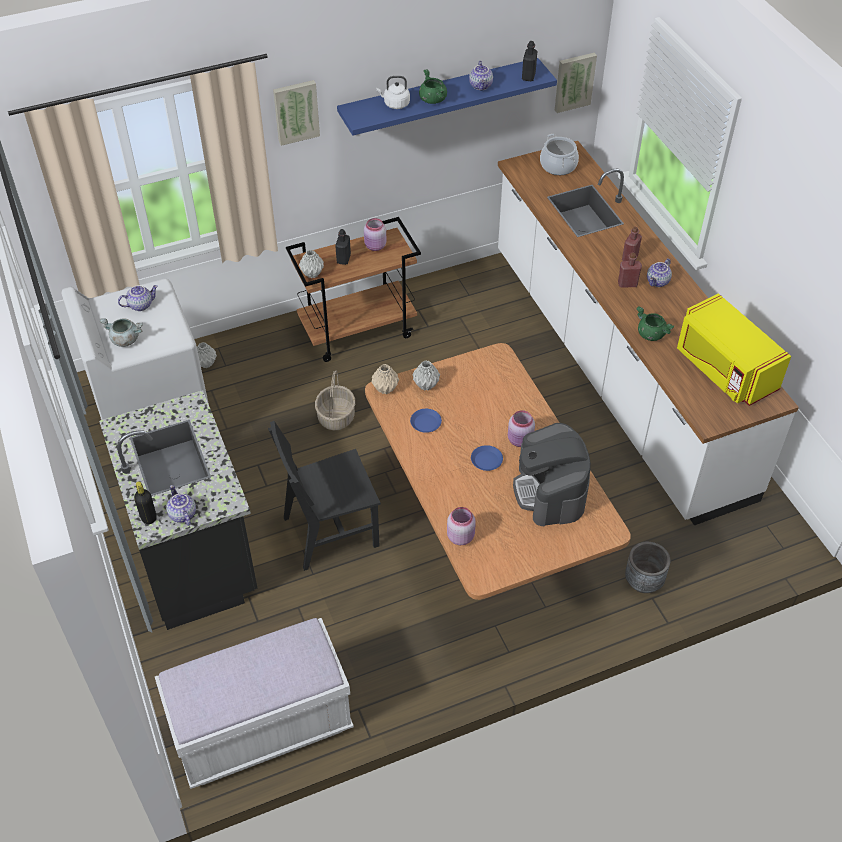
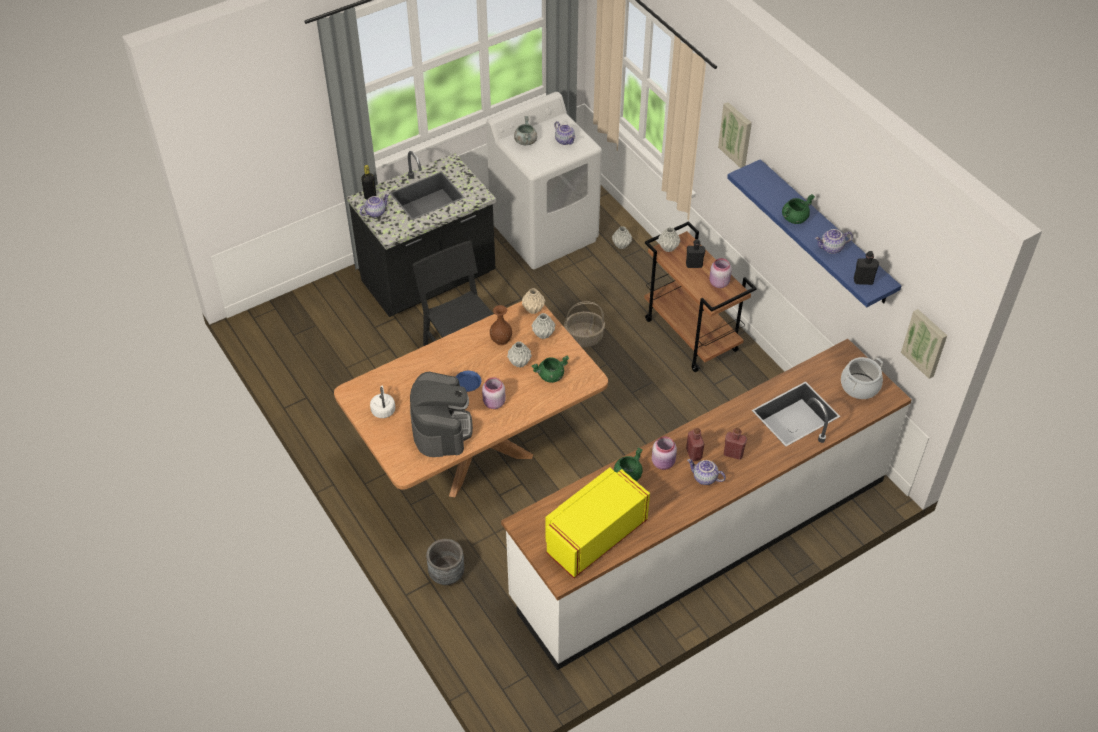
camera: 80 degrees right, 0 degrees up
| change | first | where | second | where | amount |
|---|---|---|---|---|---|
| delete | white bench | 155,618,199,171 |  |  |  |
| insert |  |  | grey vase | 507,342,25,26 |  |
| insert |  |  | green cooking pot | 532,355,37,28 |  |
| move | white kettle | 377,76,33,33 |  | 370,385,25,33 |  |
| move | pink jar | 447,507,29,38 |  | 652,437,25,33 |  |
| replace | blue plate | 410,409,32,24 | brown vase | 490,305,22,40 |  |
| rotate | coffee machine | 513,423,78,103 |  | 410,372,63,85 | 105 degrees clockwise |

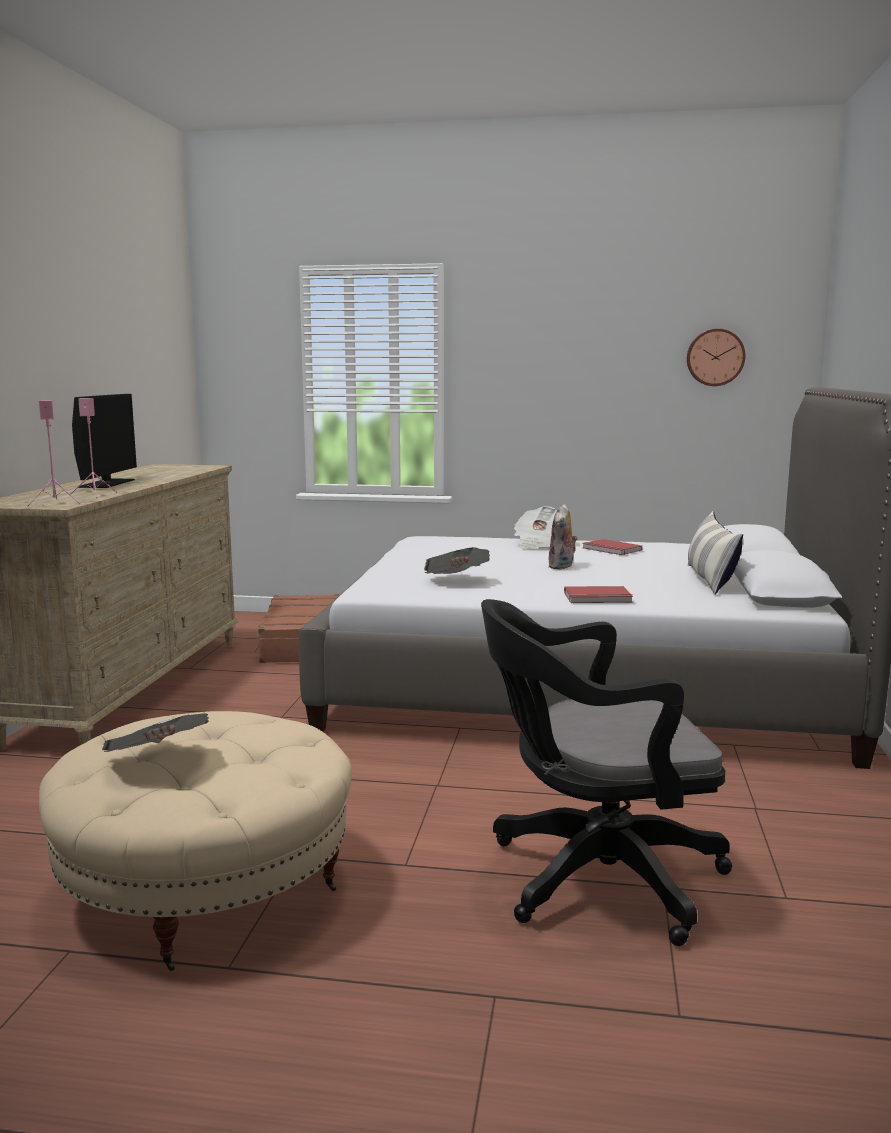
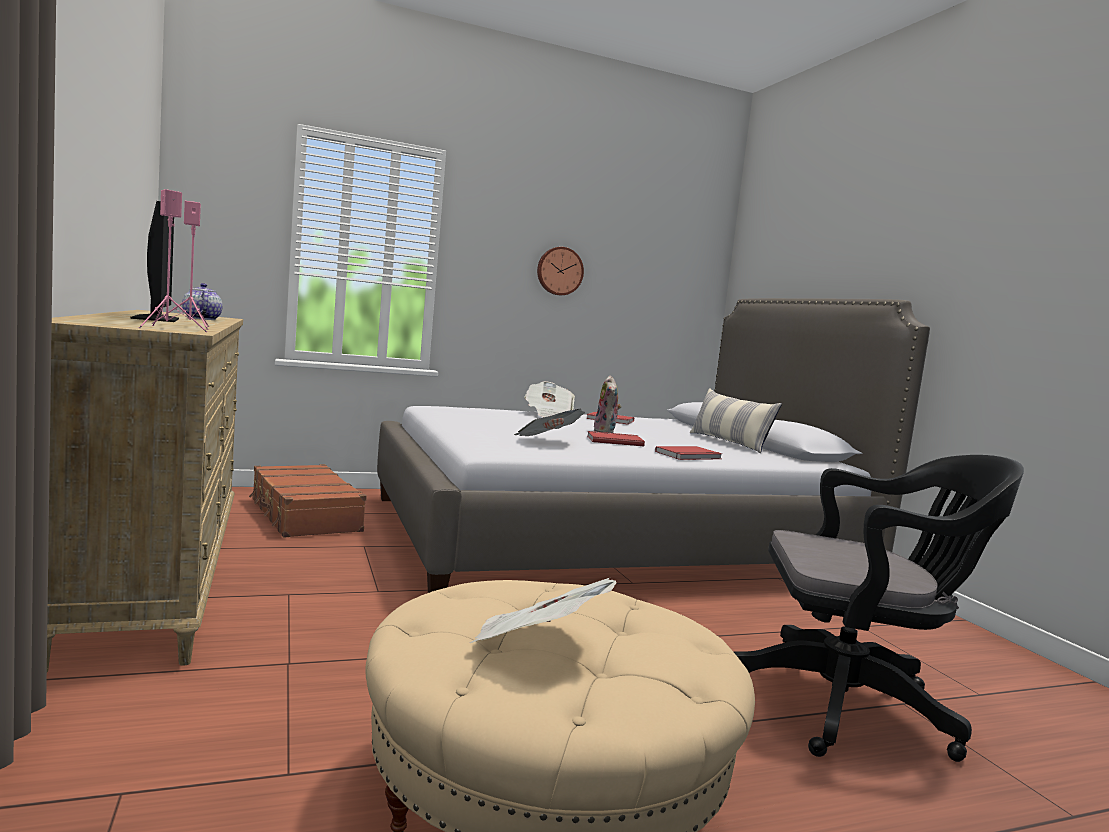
camera: 30 degrees left, 5 degrees down
| change | first | where | second | where | amount |
|---|---|---|---|---|---|
| insert |  |  | teapot | 182,283,41,37 |  |
| insert |  |  | red book | 587,431,58,15 |  |
| move | wall clock | 687,328,59,58 |  | 537,247,47,48 |  |
| rotate | black office chair | 481,599,251,347 |  | 733,455,291,307 | 135 degrees counterclockwise |

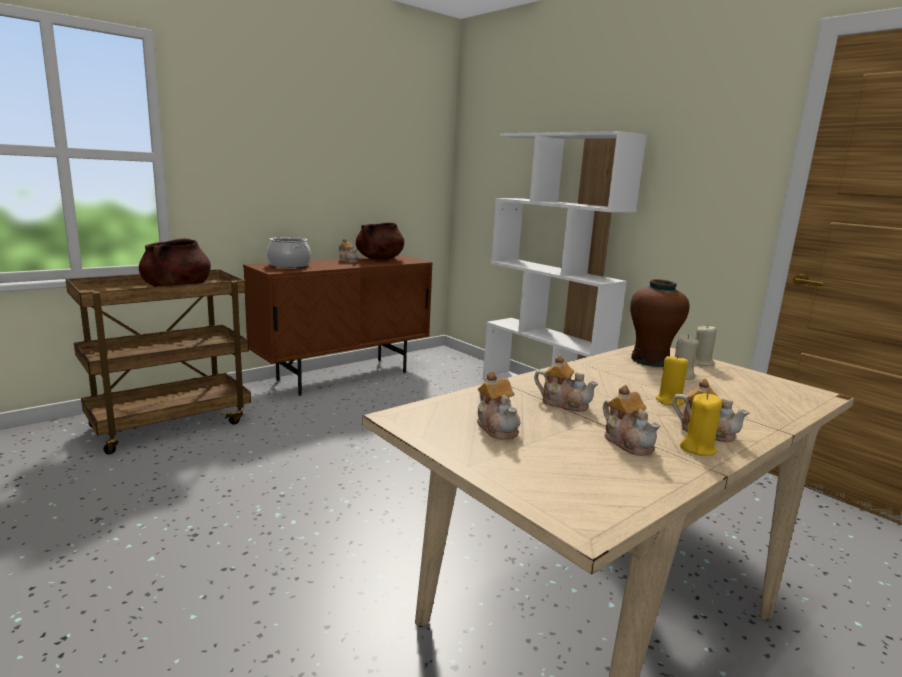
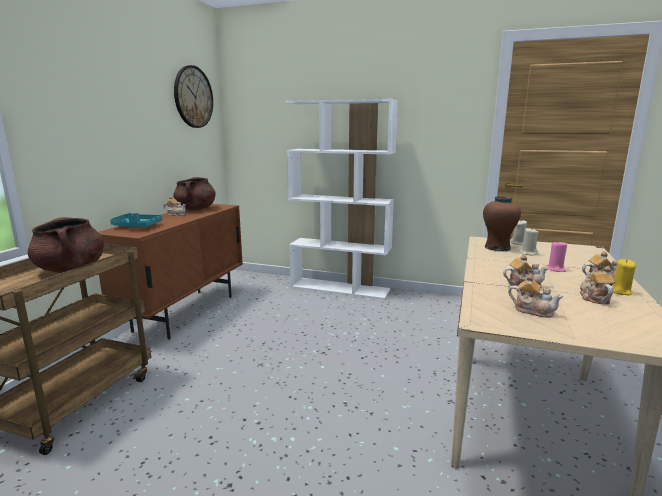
camera: 30 degrees left, 0 degrees up
| change | first | where | second | where | amount |
|---|---|---|---|---|---|
| insert |  |  | wall clock | 174,65,39,63 |  |
| replace | cooking pot | 267,237,44,31 | turquoise tray | 110,213,52,15 |  |
| recolor | yellow candle | 656,354,32,53 | pink candle | 546,242,21,30 |  |
| rotate | teapot | 603,385,57,71 |  | 580,266,35,38 | 120 degrees counterclockwise |

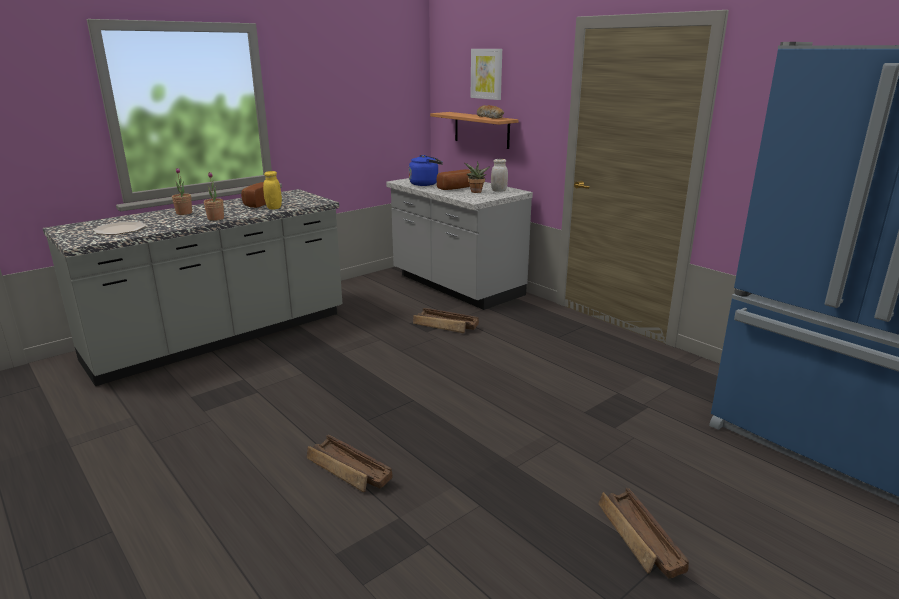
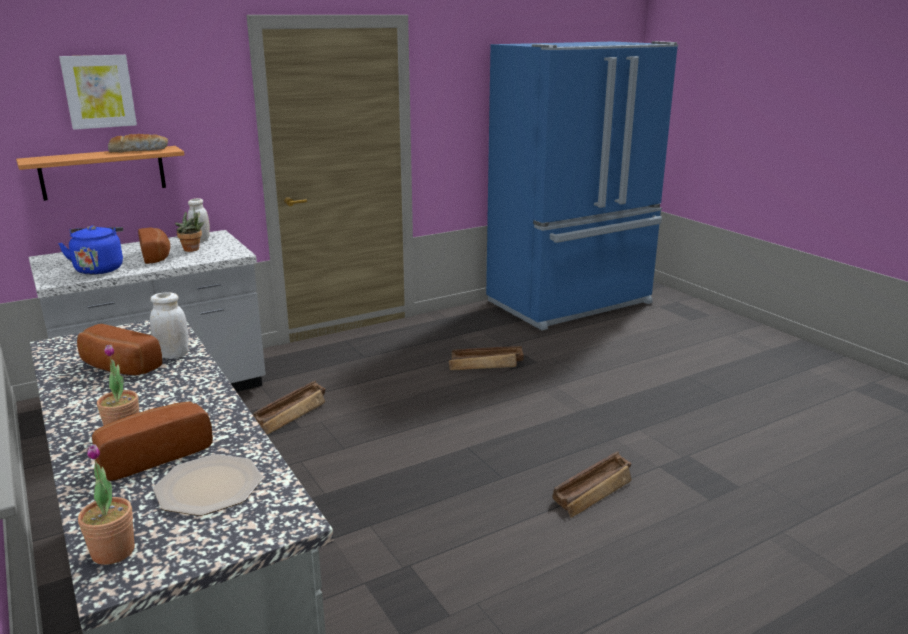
camera: 80 degrees left, 0 degrees up
| change | first | where | second | where | amount |
|---|---|---|---|---|---|
| insert |  |  | bread | 92,401,121,80 |  |
| move | potted plant | 204,172,20,49 |  | 78,444,57,121 |  |
| move | crate | 599,488,90,91 |  | 449,346,75,24 |  |
| recolor | yellow jar | 263,171,19,38 | white jar | 150,292,39,67 |  |

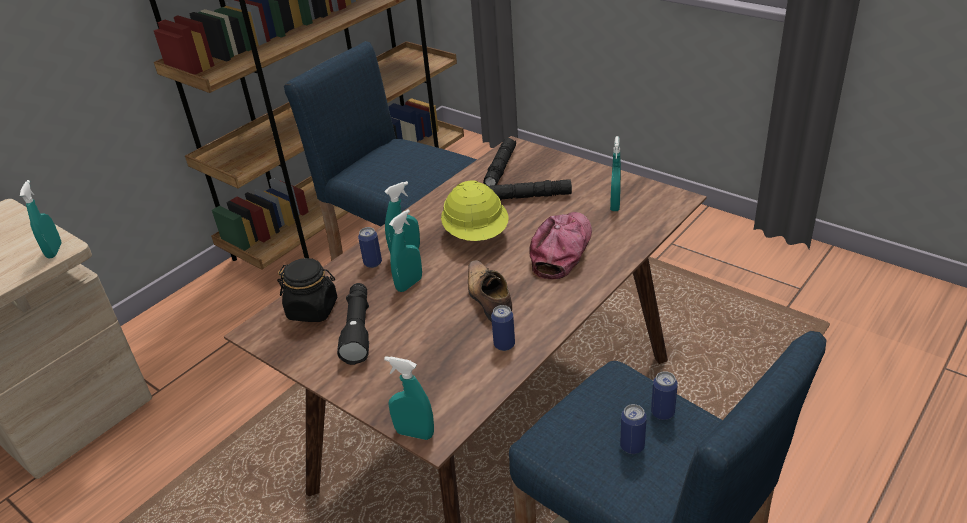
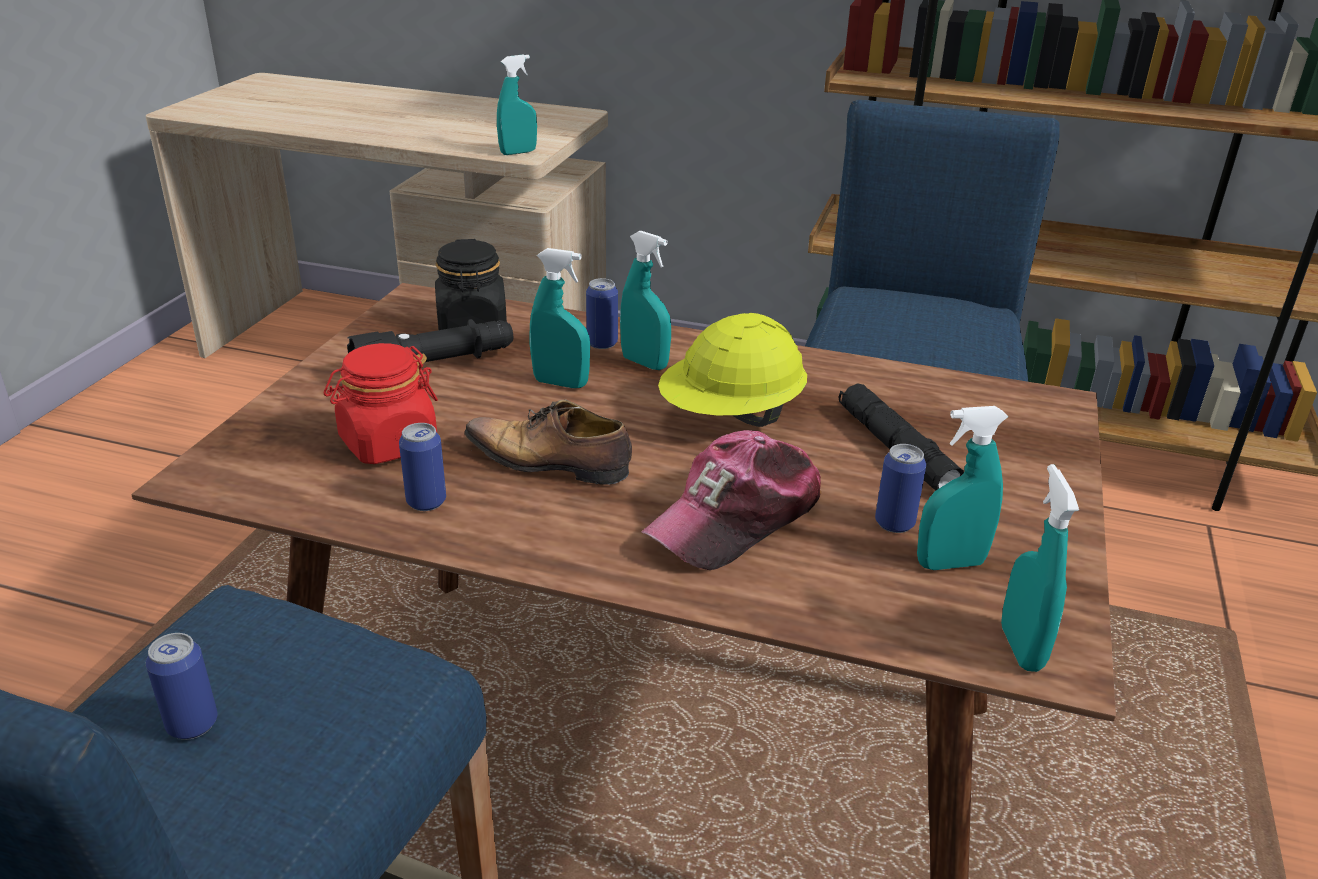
camera: 65 degrees right, 5 degrees down
| change | first | where | second | where | amount |
|---|---|---|---|---|---|
| delete | black flashlight | 483,138,33,49 |  |  |  |
| insert |  |  | red jar | 323,343,115,121 |  |
| move | turquoise spray bottle | 384,356,50,84 |  | 1001,464,78,208 |  |
| move | can | 651,371,27,49 |  | 875,444,51,89 |  |
| rotate | shoe | 468,260,44,62 |  | 464,399,168,86 | 120 degrees counterclockwise |
| rotate | cap | 529,212,63,67 |  | 641,430,181,140 | 135 degrees clockwise |

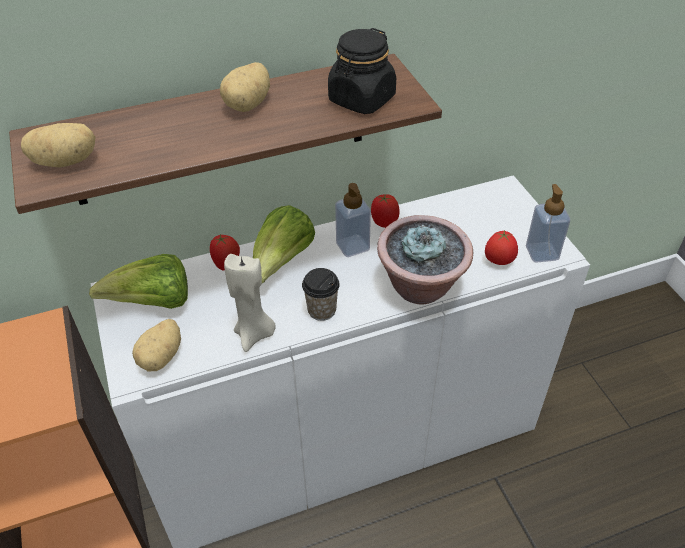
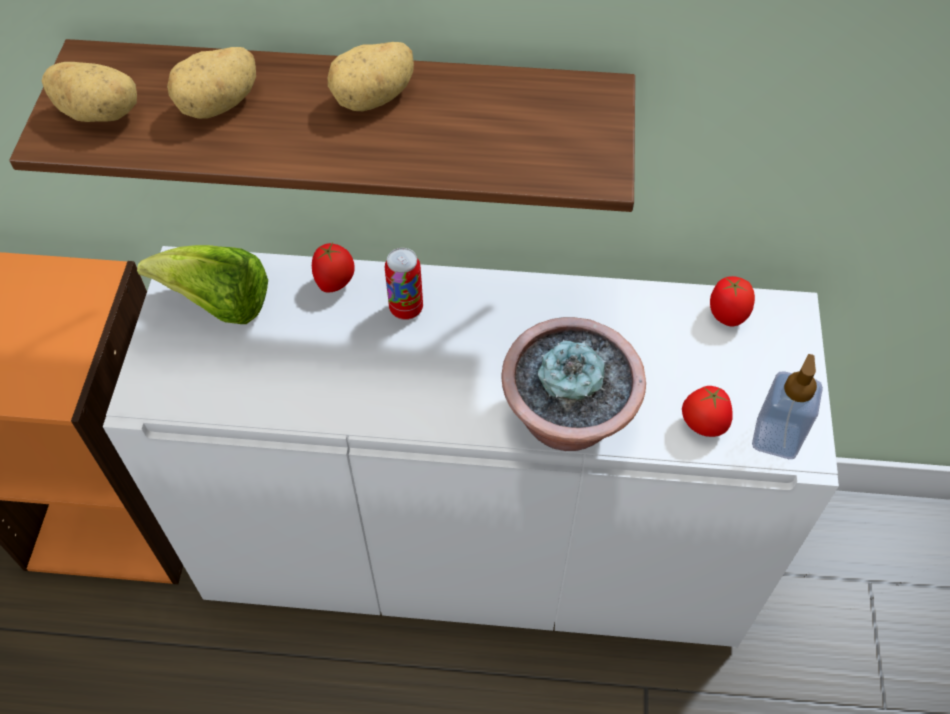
camera: 25 degrees right, 10 degrees up
| change | first | where | second | where | amount |
|---|---|---|---|---|---|
| delete | beige candle | 224,254,52,98 |  |  |  |
| delete | cup | 302,268,38,53 |  |  |  |
| delete | black jar | 328,28,68,86 |  |  |  |
| delete | soap dispenser | 335,183,36,74 |  |  |  |
| move | potato | 132,319,49,53 |  | 167,47,89,72 |  |
| move | tomato | 371,194,29,34 |  | 710,276,45,51 |  |
| replace | lettuce | 253,205,62,78 | can | 385,248,38,72 |  |

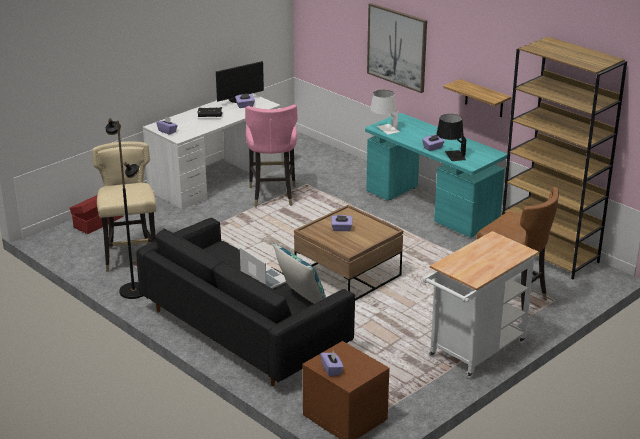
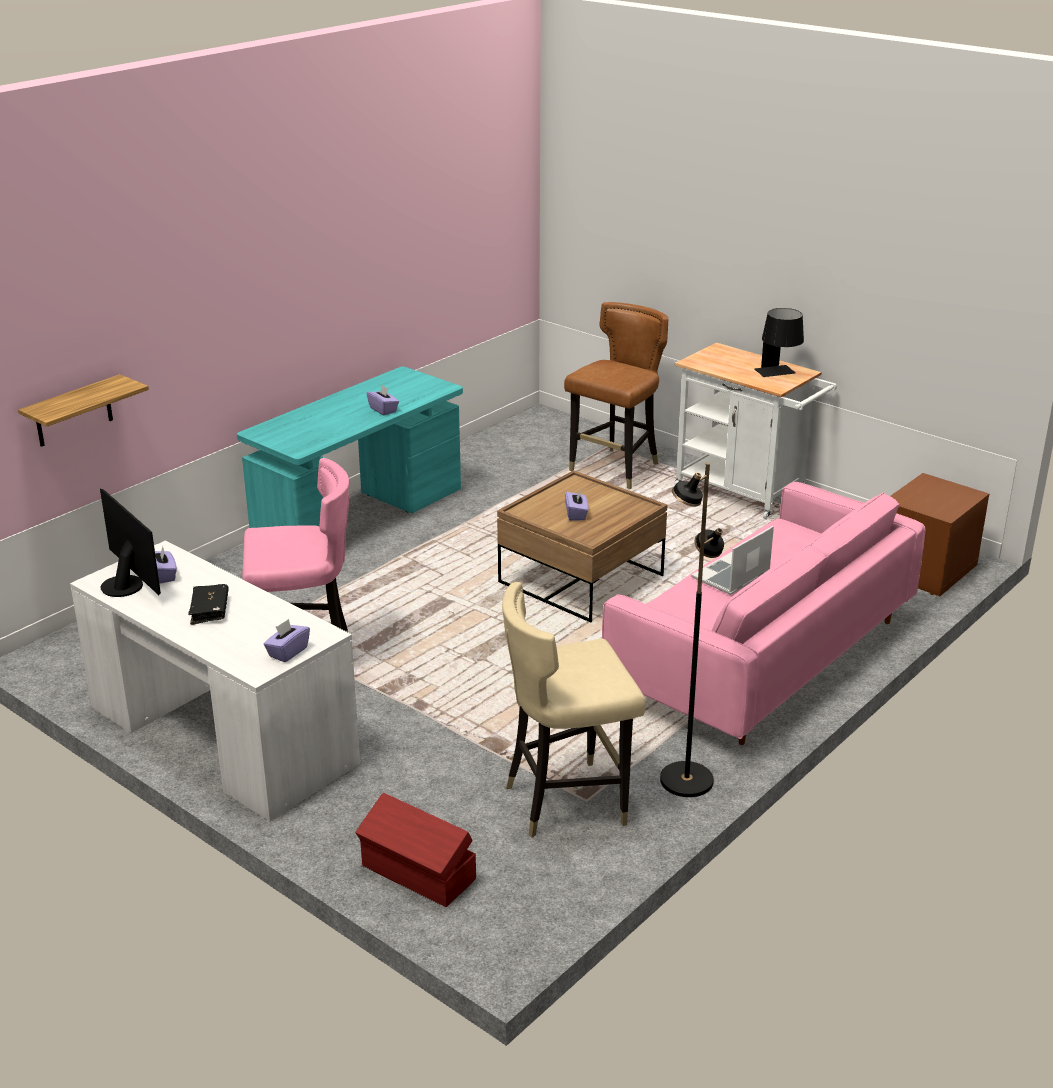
camera: 95 degrees left, 0 degrees up
| change | first | where | second | where | amount |
|---|---|---|---|---|---|
| delete | blue pillow | 273,243,53,61 |  |  |  |
| delete | purple tissue box | 321,350,23,26 |  |  |  |
| delete | picture | 367,3,60,90 |  |  |  |
| delete | white table lamp | 371,90,29,45 |  |  |  |
| delete | brown bookcase | 502,37,125,242 |  |  |  |
| move | black table lamp | 437,114,29,47 |  | 755,308,49,69 |  |
| move | shelf | 443,79,68,38 |  | 18,374,131,73 |  |
| recolor | black sofa | 136,218,219,168 | pink sofa | 602,482,323,263 |  |

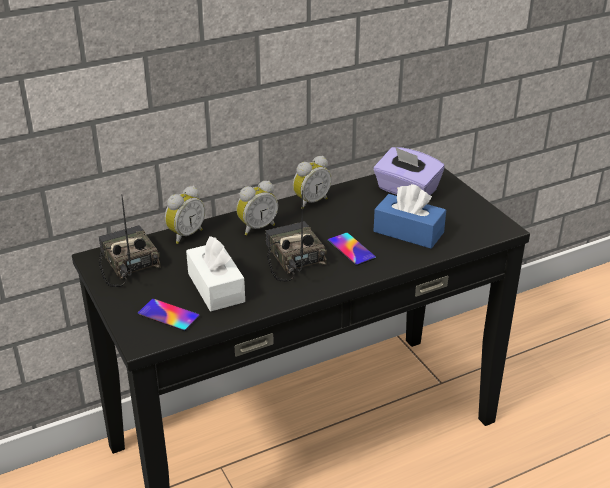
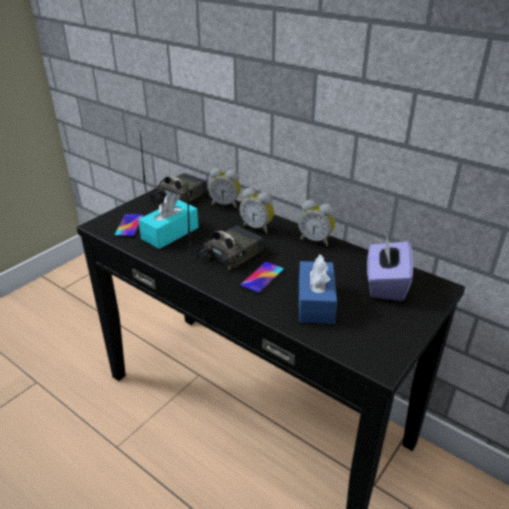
camera: 65 degrees right, 0 degrees up
| change | first | where | second | where | amount |
|---|---|---|---|---|---|
| recolor | white tissue box | 186,236,59,75 | turquoise tissue box | 138,193,61,56 |  |

